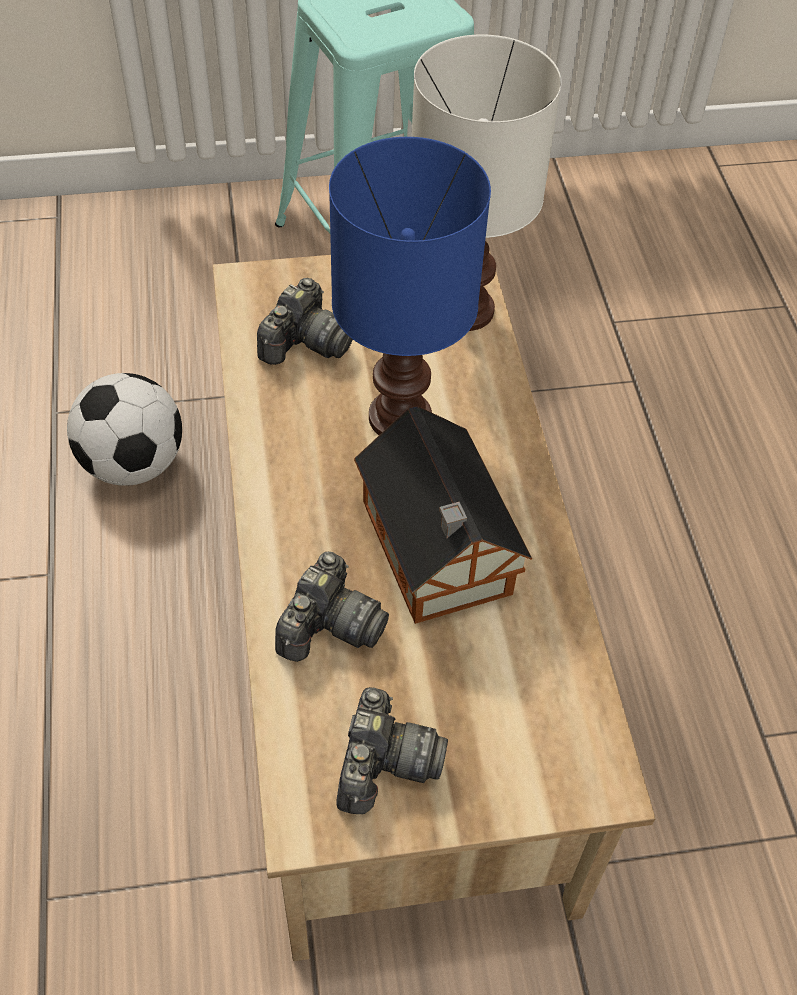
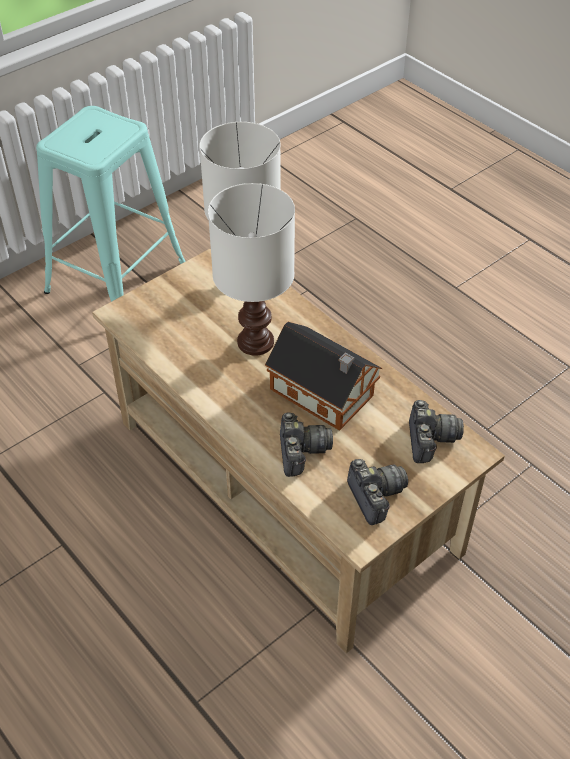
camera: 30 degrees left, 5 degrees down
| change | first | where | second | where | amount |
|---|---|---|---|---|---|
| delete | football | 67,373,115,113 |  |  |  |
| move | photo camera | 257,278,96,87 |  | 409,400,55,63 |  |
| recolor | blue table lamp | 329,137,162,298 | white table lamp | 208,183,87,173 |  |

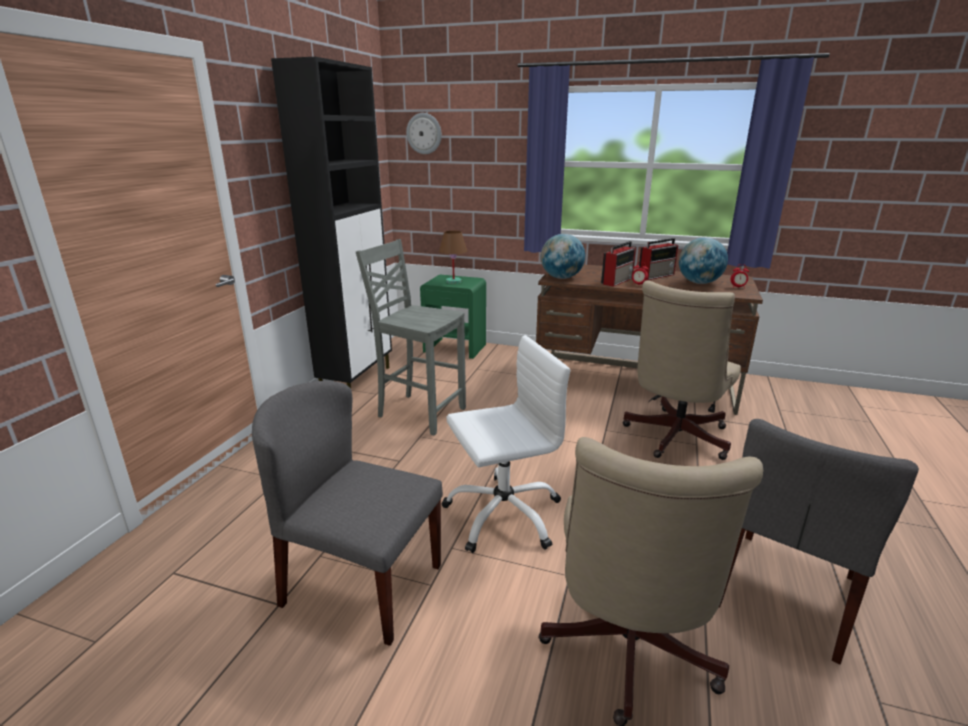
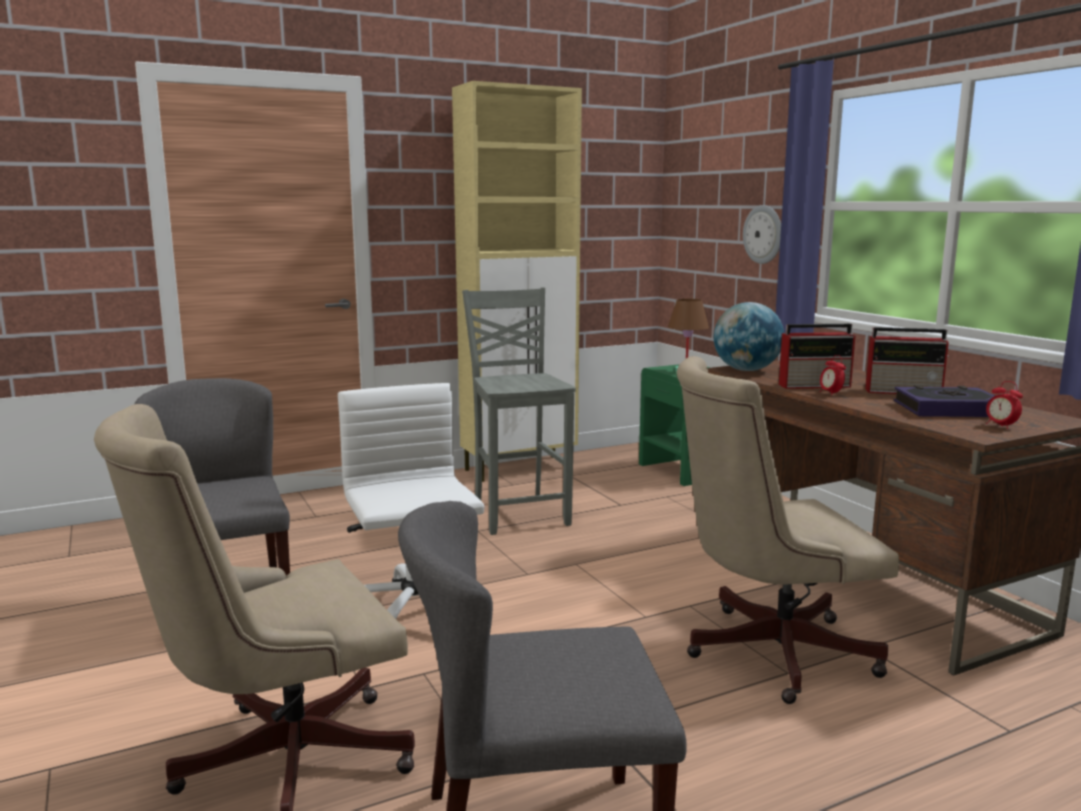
camera: 45 degrees right, 10 degrees down
| change | first | where | second | where | amount |
|---|---|---|---|---|---|
| move | wall clock | 406,113,36,41 |  | 743,205,38,59 |  |
| replace | globe | 679,237,49,47 | book | 894,385,101,32 |  |
| recolor | black cabinet | 271,57,121,331 | beige cabinet | 452,81,130,401 |  |
| rotate | white office chair | 442,335,128,218 |  | 338,383,147,236 | 135 degrees counterclockwise |

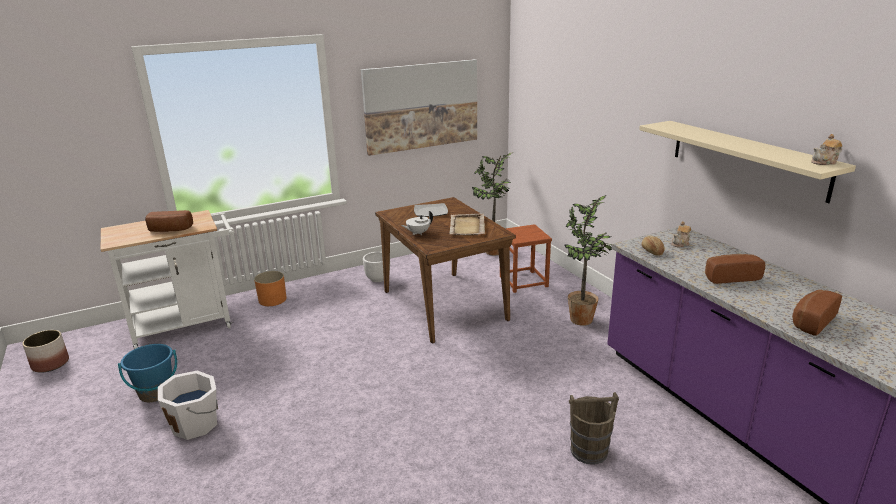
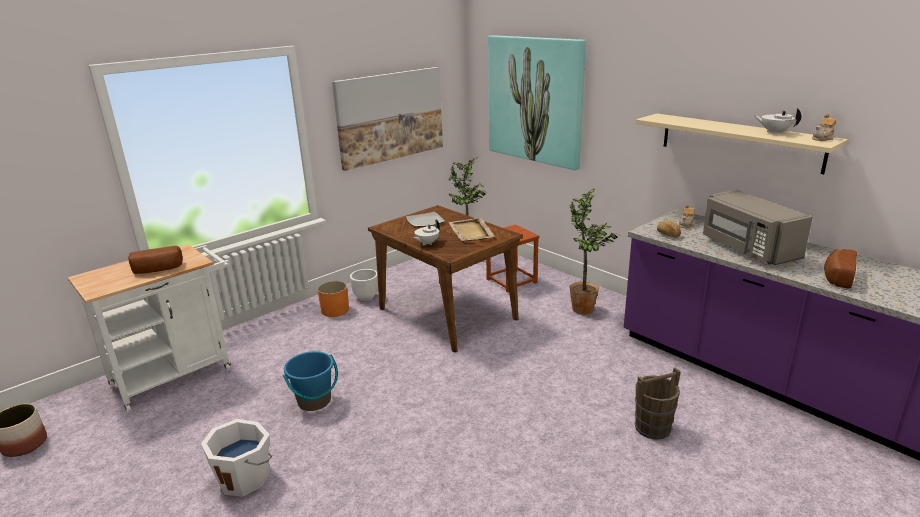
camera: 15 degrees left, 0 degrees up
| change | first | where | second | where | amount |
|---|---|---|---|---|---|
| insert |  |  | picture | 488,35,98,135 |  |
| insert |  |  | white teapot | 754,108,47,26 |  |
| move | blue bucket | 118,344,59,58 |  | 283,351,55,60 |  |
| move | orange planter | 254,271,33,35 |  | 318,281,31,36 |  |
| replace | bread | 705,254,60,30 | grey microwave | 703,190,110,75 |  |

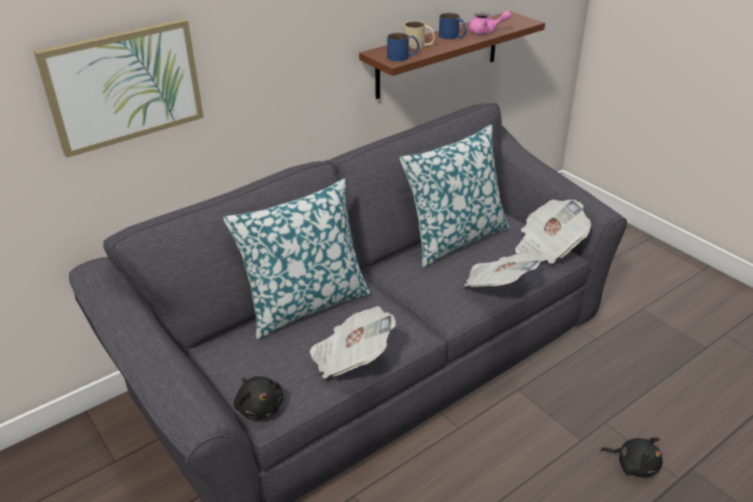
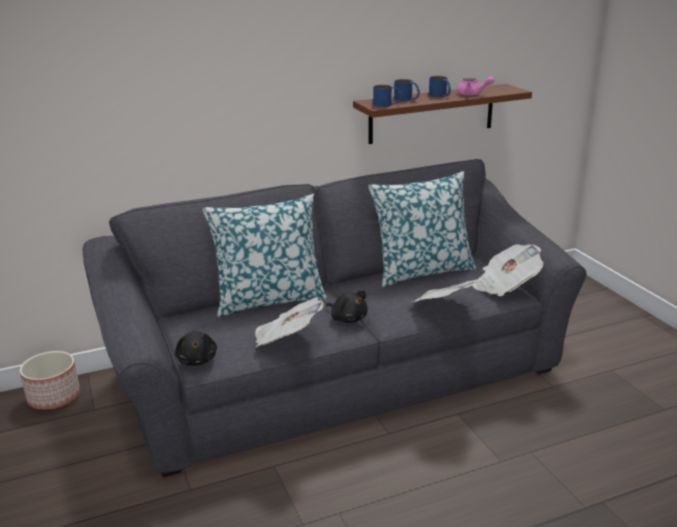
camera: 15 degrees right, 10 degrees down
| change | first | where | second | where | amount |
|---|---|---|---|---|---|
| delete | picture | 34,18,170,140 |  |  |  |
| insert |  |  | planter | 19,351,61,59 |  |
| move | black plush toy | 601,437,63,41 |  | 326,290,42,33 |  |
| recolor | beige mug | 404,21,31,28 | blue mug | 394,79,26,22 |  |

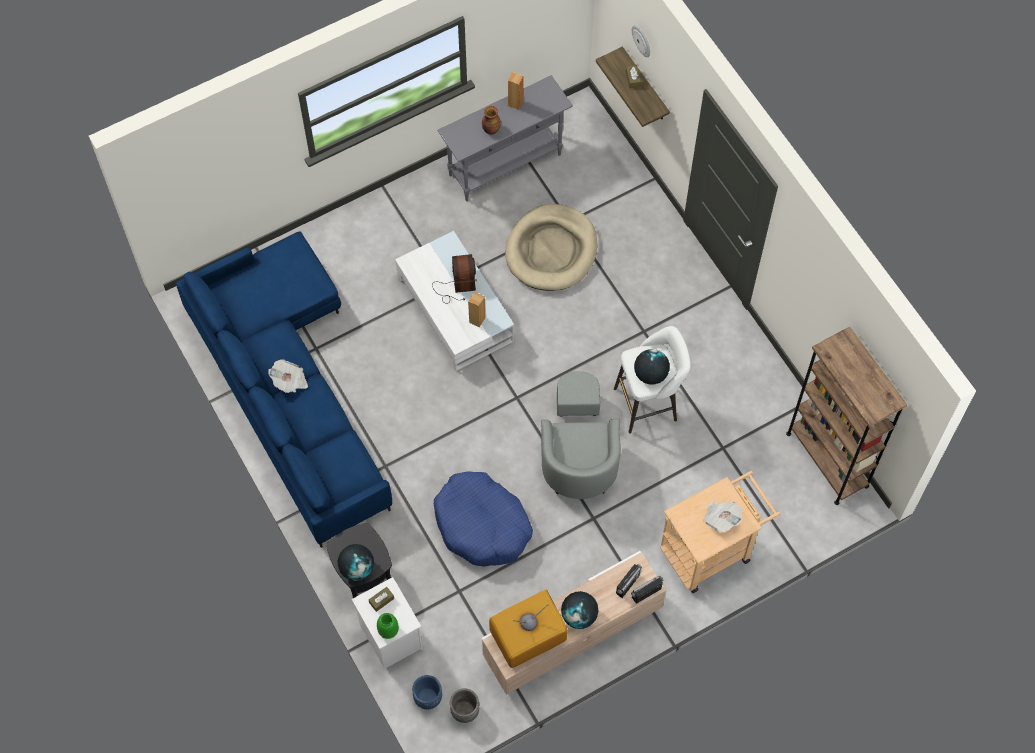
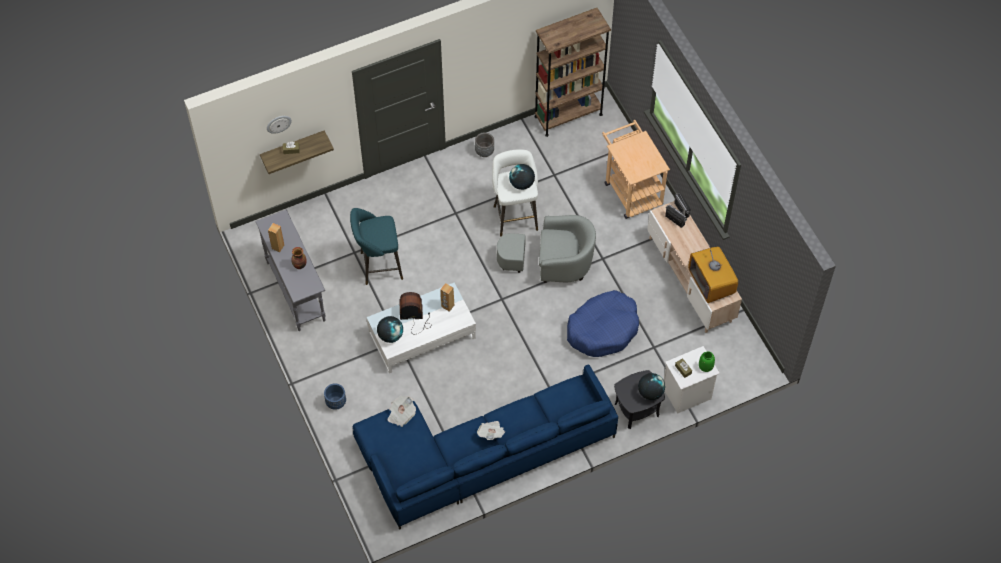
camera: 85 degrees left, 5 degrees down
| change | first | where | second | where | amount |
|---|---|---|---|---|---|
| move | blue planter | 412,675,30,34 |  | 324,384,22,26 |  |
| move | grey planter | 450,688,29,35 |  | 475,132,19,25 |  |
| move | globe | 561,591,37,38 |  | 377,316,26,27 |  |
| move | newspaper | 703,501,40,31 |  | 387,396,29,31 |  |
| replace | beige dog bed | 505,204,92,87 | turquoise stool | 350,208,53,77 |  |

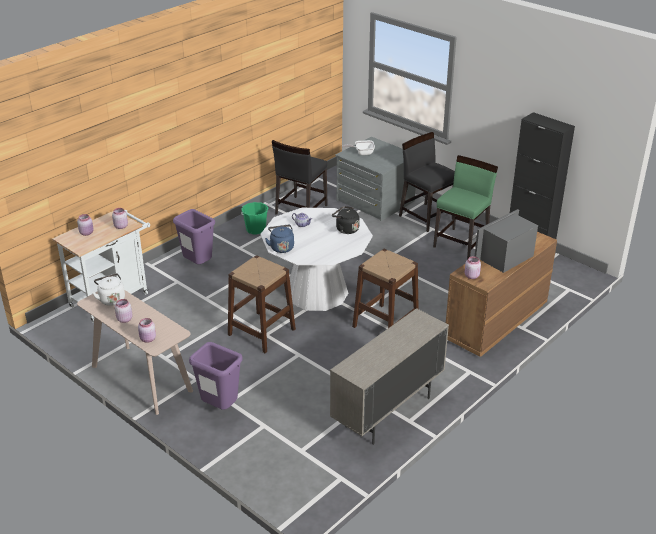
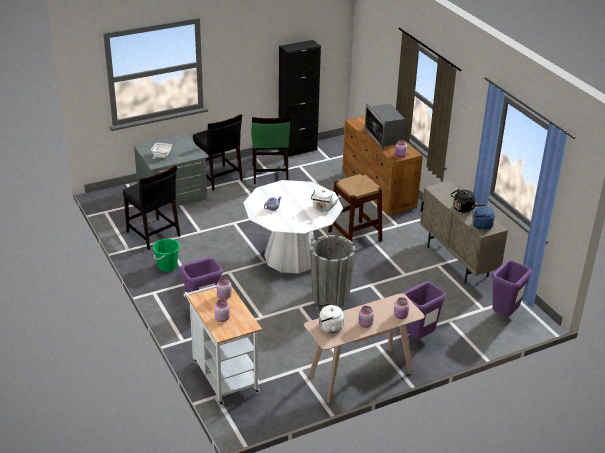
camera: 70 degrees left, 0 degrees up
| change | first | where | second | where | amount |
|---|---|---|---|---|---|
| insert |  |  | white kettle | 311,189,27,23 |  |
| insert |  |  | purple trash can | 492,260,40,56 |  |
| move | blue kettle | 265,225,29,28 |  | 472,204,23,26 |  |
| move | black kettle | 332,206,28,28 |  | 451,189,25,24 |  |
| replace | brown stool | 228,255,68,98 | grey planter | 310,235,46,72 |  |
| rotate | black chair | 399,132,56,100 |  | 193,114,50,77 | 105 degrees counterclockwise |
| rotate | green chair | 433,155,65,104 |  | 251,117,39,67 | 150 degrees counterclockwise |

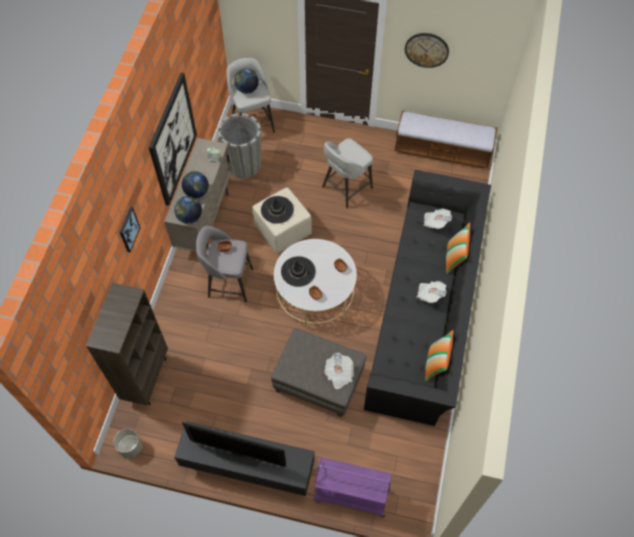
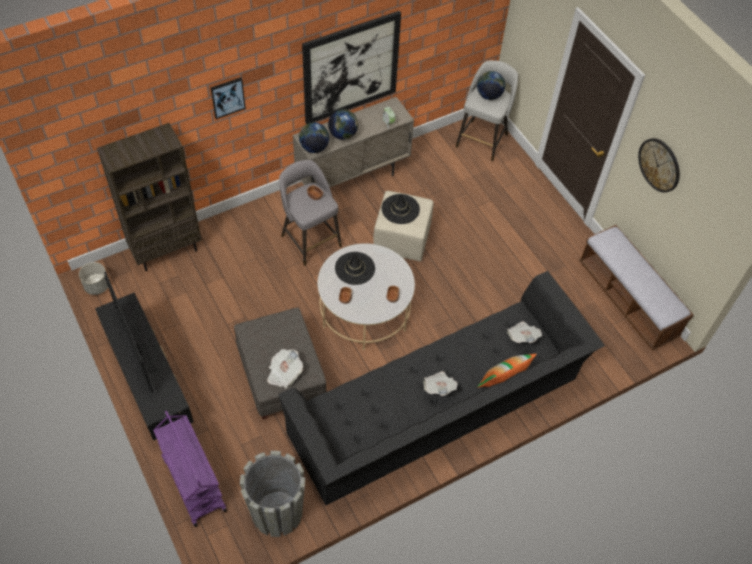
camera: 45 degrees right, 5 degrees down
| change | first | where | second | where | amount |
|---|---|---|---|---|---|
| delete | grey stool | 322,138,51,71 |  |  |  |
| delete | pillow | 425,330,28,52 |  |  |  |
| move | grey planter | 218,113,43,66 |  | 240,451,65,86 |  |

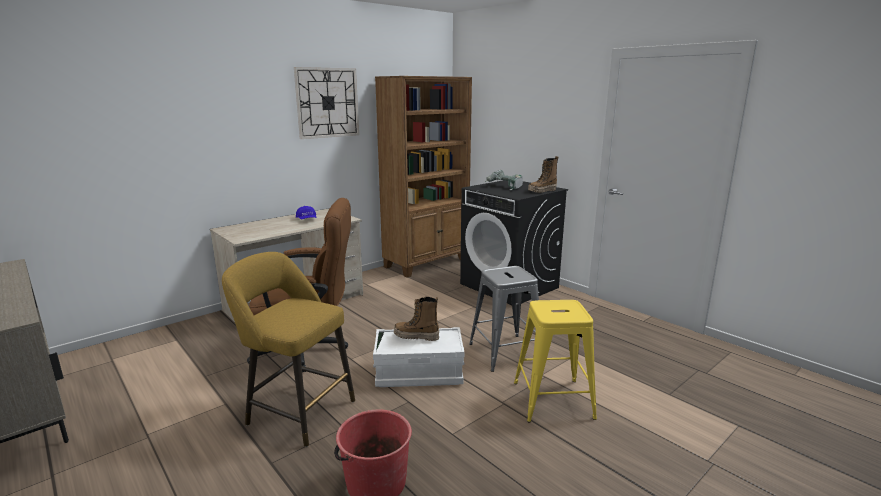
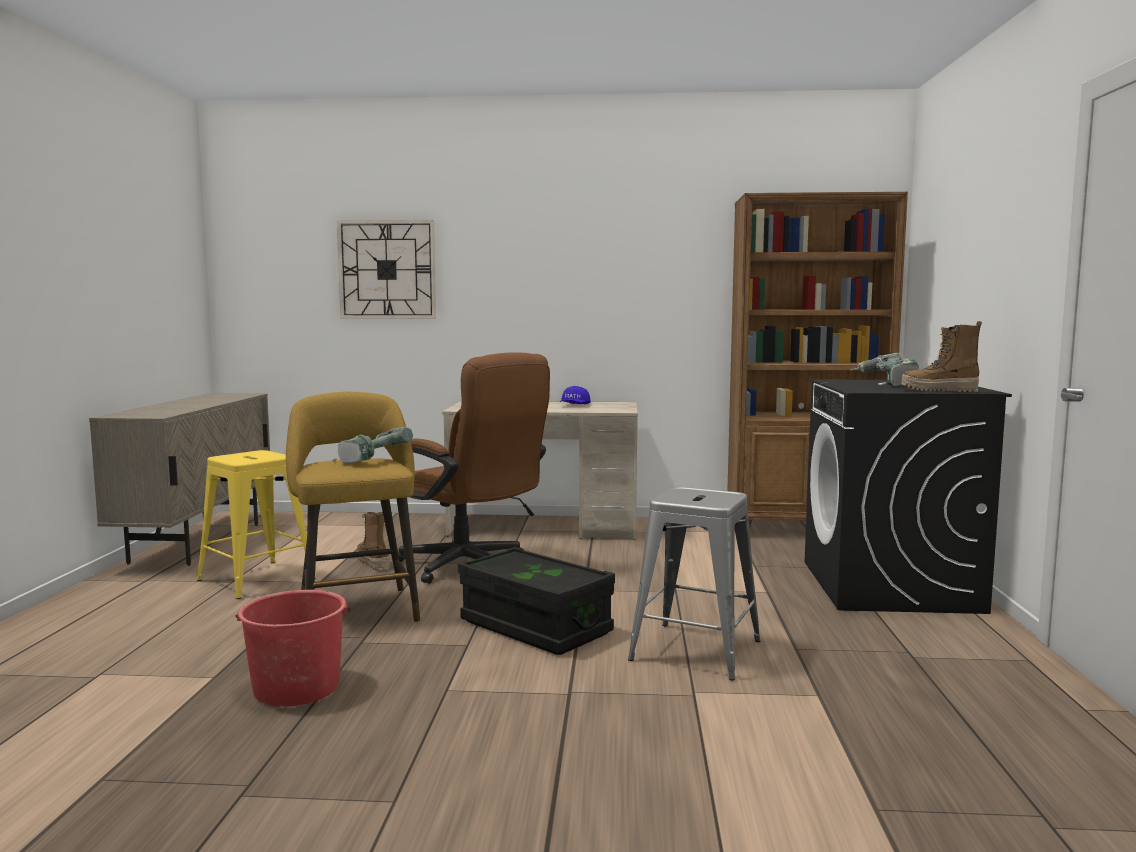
camera: 45 degrees right, 10 degrees down
| change | first | where | second | where | amount |
|---|---|---|---|---|---|
| insert |  |  | power drill | 332,427,81,37 |  |
| move | wall clock | 294,67,65,72 |  | 337,220,99,99 |  |
| move | boot | 394,297,45,44 |  | 357,512,33,59 |  |
| move | yellow stool | 514,300,83,122 |  | 197,450,119,149 |  |
| recolor | white storage box | 373,327,92,60 | black storage box | 458,547,157,108 |  |

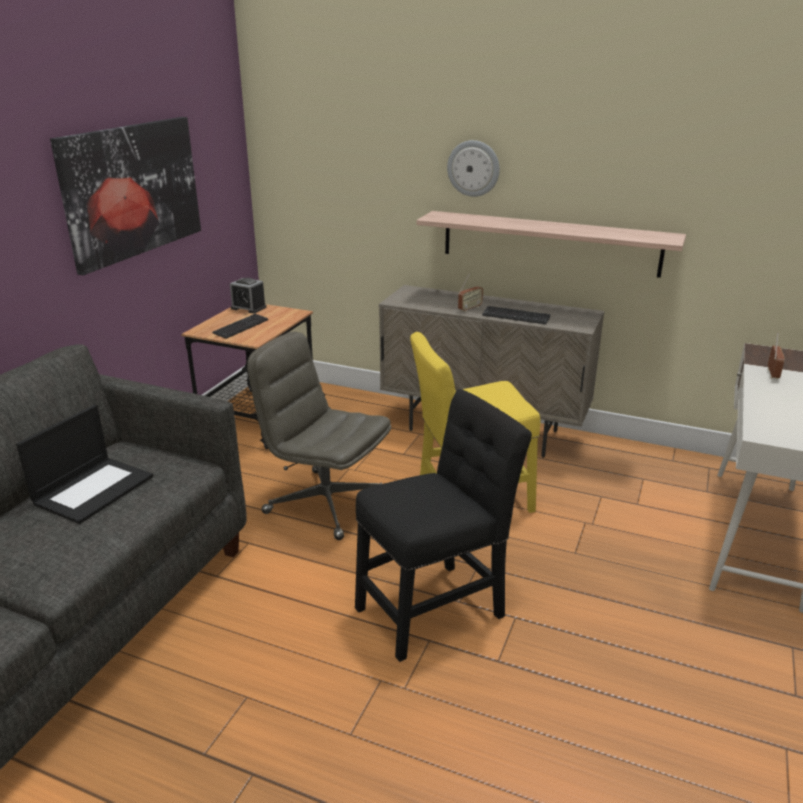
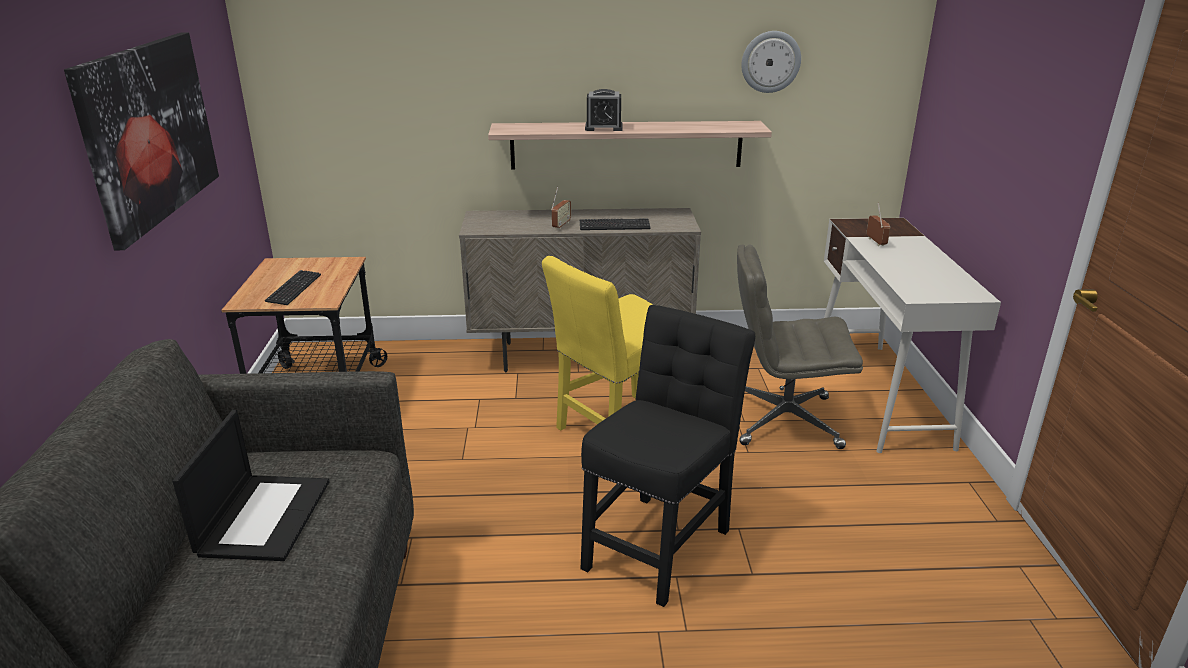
camera: 25 degrees left, 0 degrees up
| change | first | where | second | where | amount |
|---|---|---|---|---|---|
| move | alarm clock | 230,278,37,36 |  | 585,89,37,42 |  |
| move | grey office chair | 247,332,144,208 |  | 737,245,126,204 |  |
| move | wall clock | 447,140,53,57 |  | 741,31,60,62 |  |

